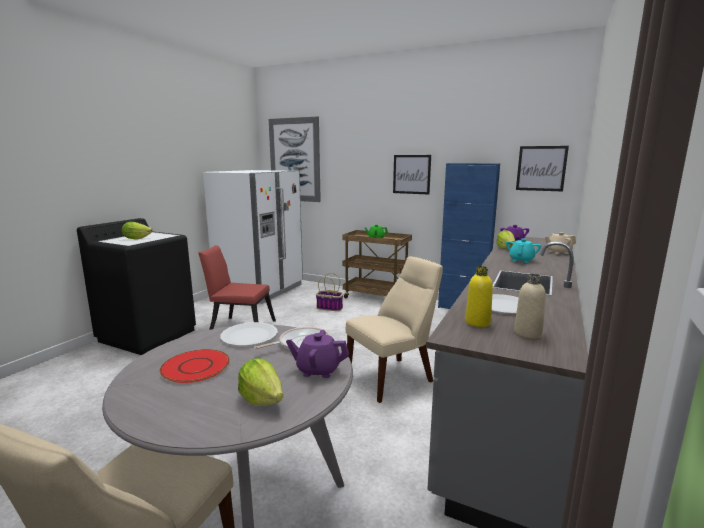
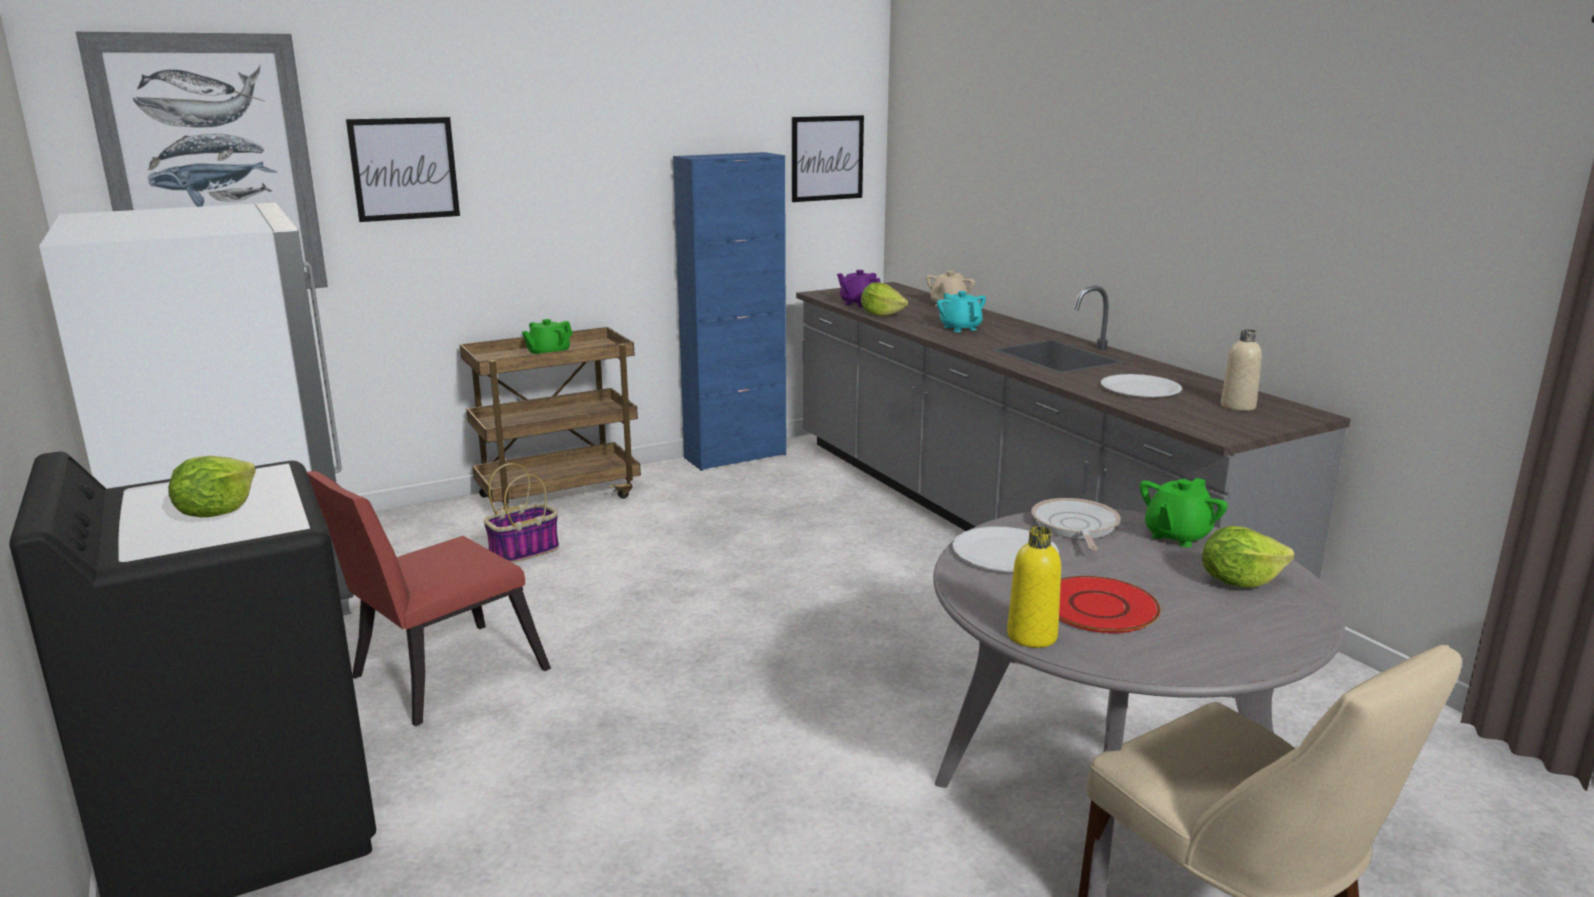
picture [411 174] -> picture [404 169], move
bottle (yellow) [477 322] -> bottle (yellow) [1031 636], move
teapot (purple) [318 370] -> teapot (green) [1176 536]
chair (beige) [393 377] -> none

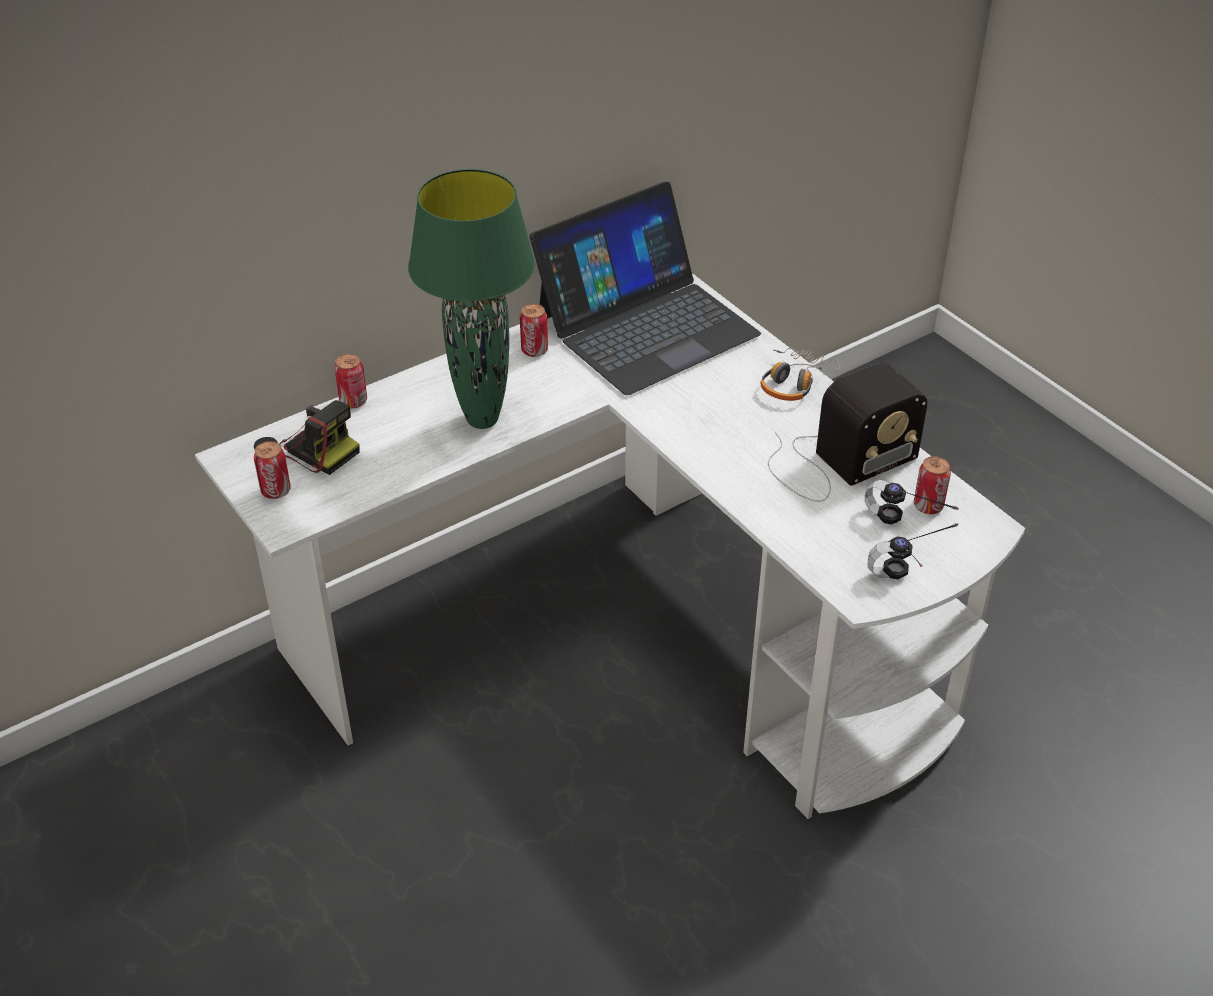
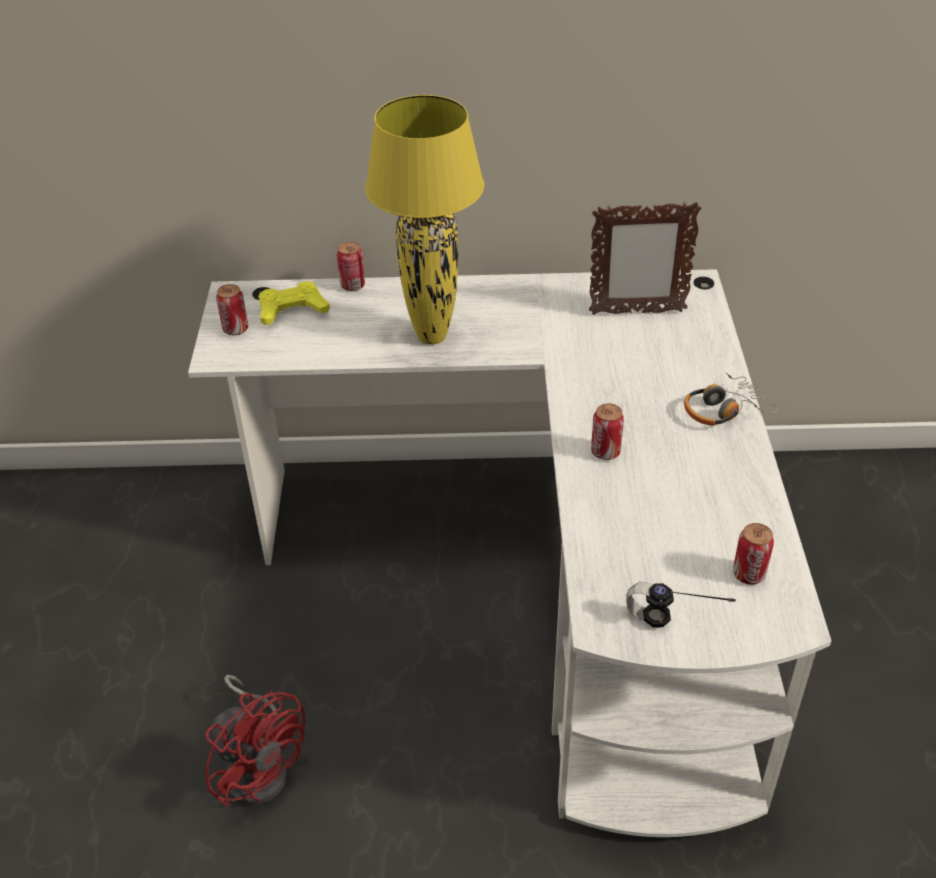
none -> fan (red) [259 765]
photo camera [316 448] -> game controller (yellow) [292 309]
table lamp (green) [483 419] -> table lamp (yellow) [433 336]
laptop [646 326] -> picture frame [636 312]
can [534 350] -> can [605 452], move
radio [836 462] -> none
headphones [899 530] -> none

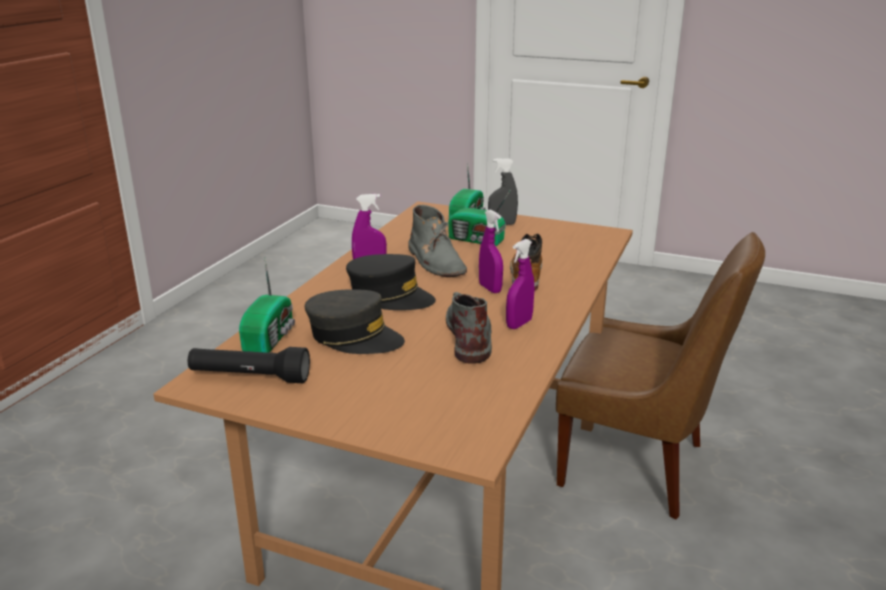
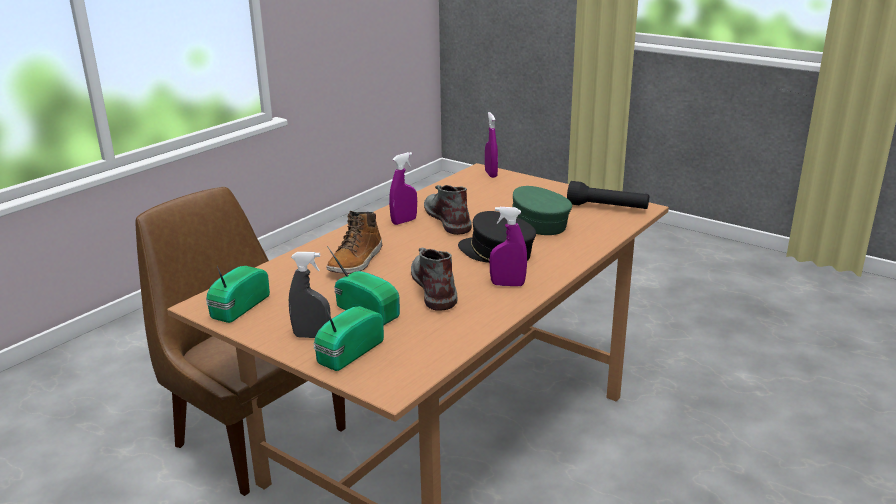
radio [271 337] -> radio [238 308], move
boot (grey) [468 335] -> boot (grey) [447 218], 150 degrees clockwise
spray bottle (purple) [490 288] -> spray bottle (purple) [491 174], move
cap (grey) [354 337] -> cap (green) [534 224]

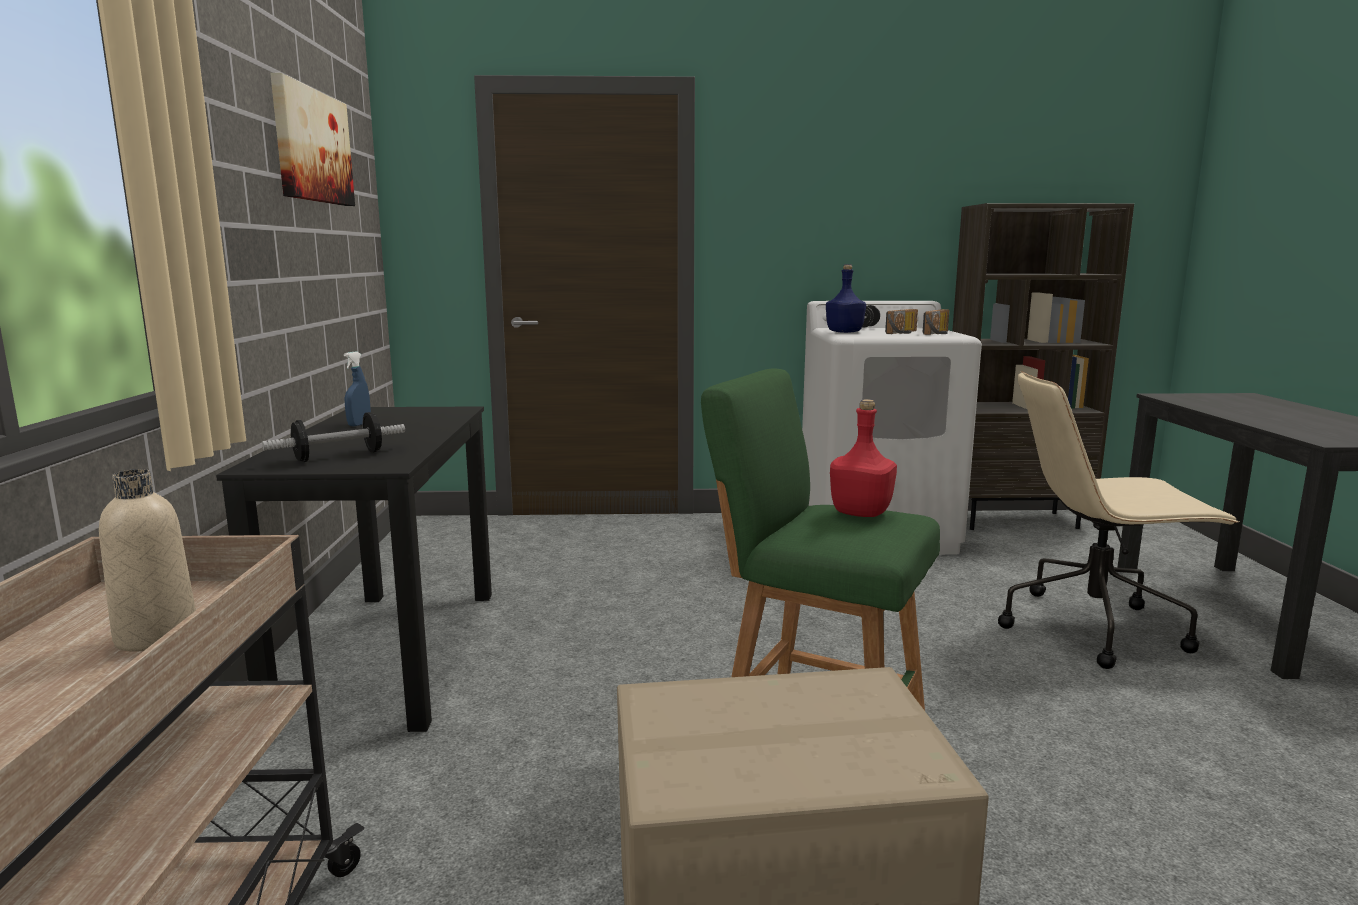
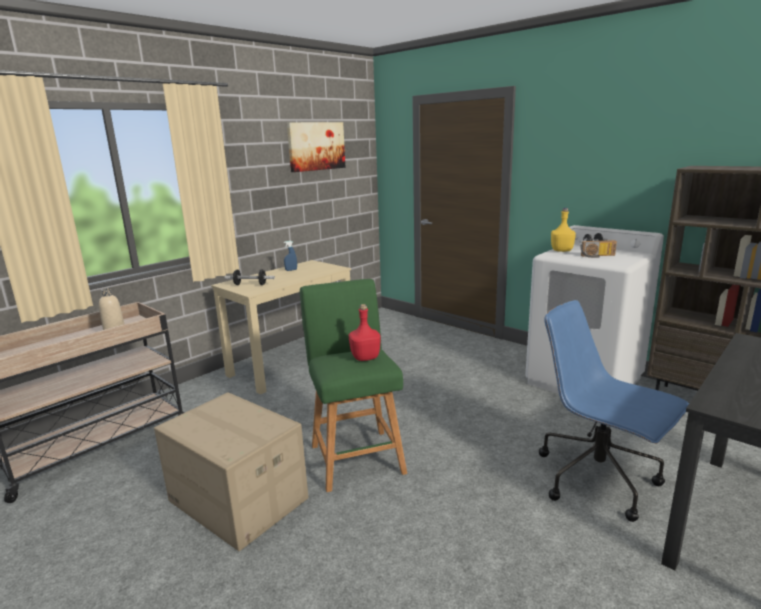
desk (black) [393 652] -> desk (beige) [293 363]
office chair (beige) [1094 628] -> office chair (blue) [599 480]
bottle (blue) [845 332] -> bottle (yellow) [561 250]
radio [939 333] -> none

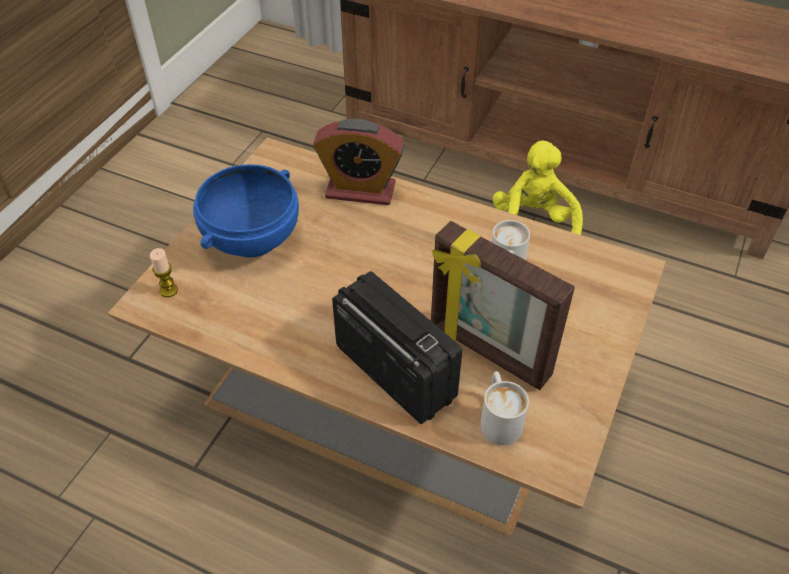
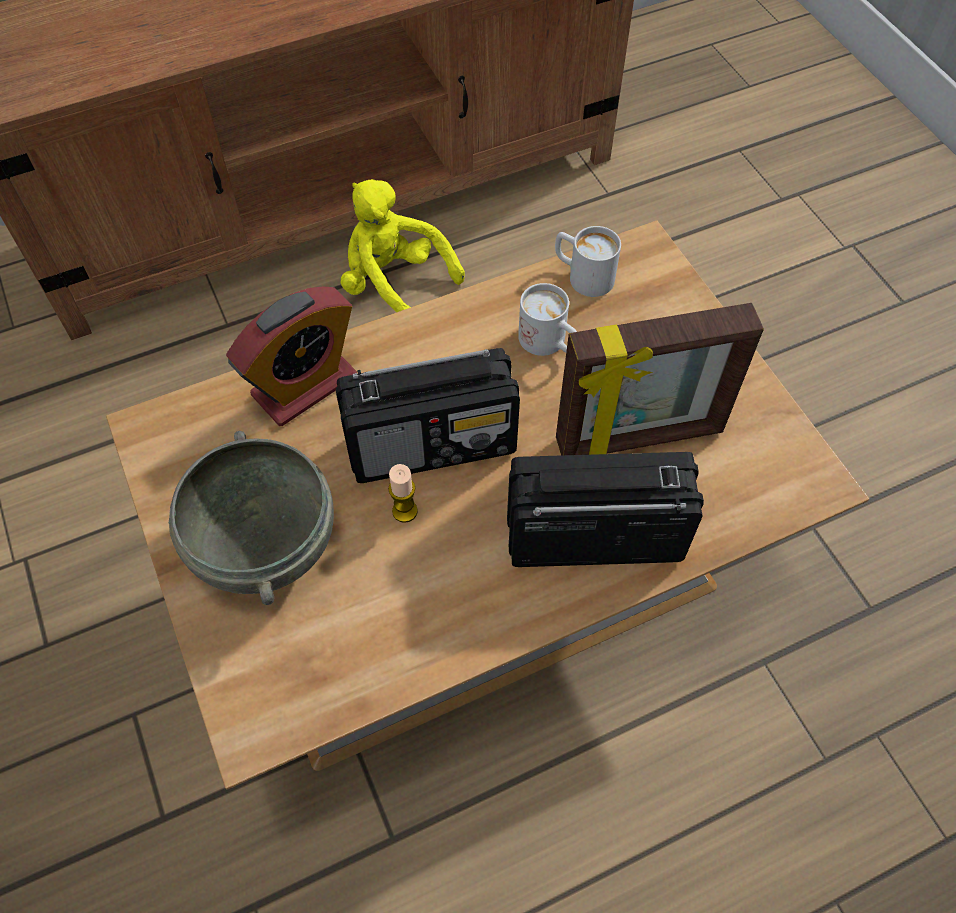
bowl (blue) [251 237] -> bowl (grey) [262 543]
none -> radio [433 445]
candle [169 290] -> candle [405 511], move
mug (white) [499 418] -> mug (white) [582 275], move

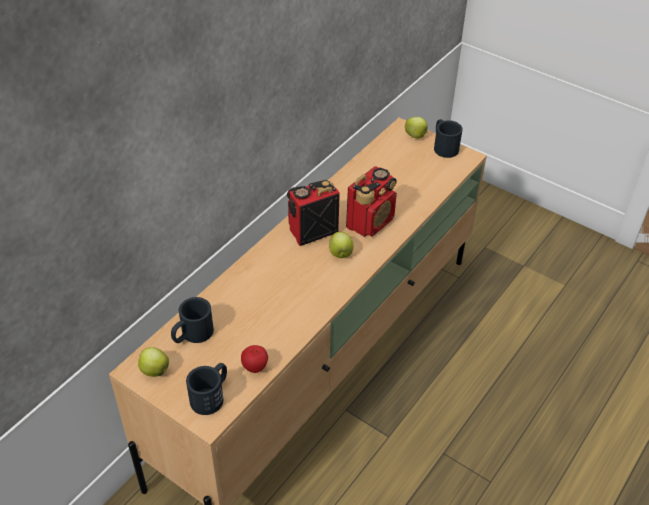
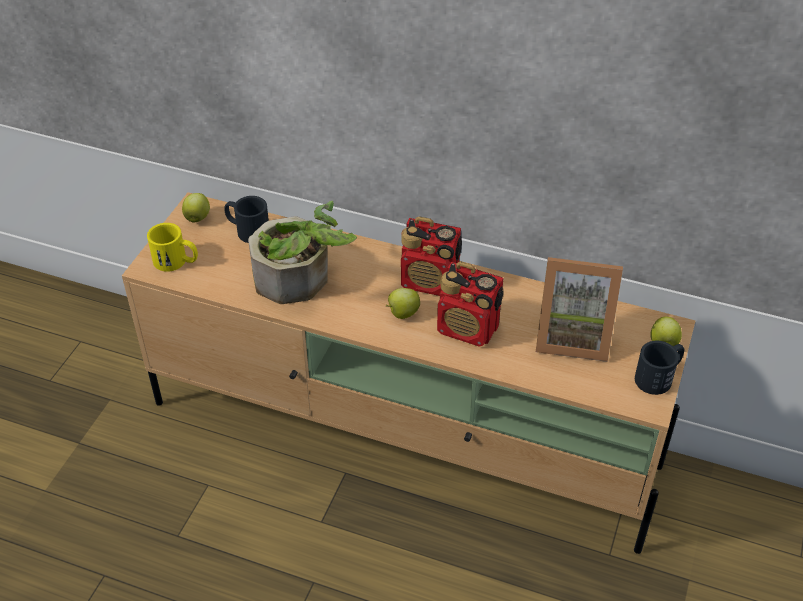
mug (black) [211 395] -> mug (yellow) [176 261]
none -> potted plant [300 281]
radio [312 231] -> radio [430 282], 150 degrees clockwise
none -> picture frame [572 336]
apple [255 367] -> none

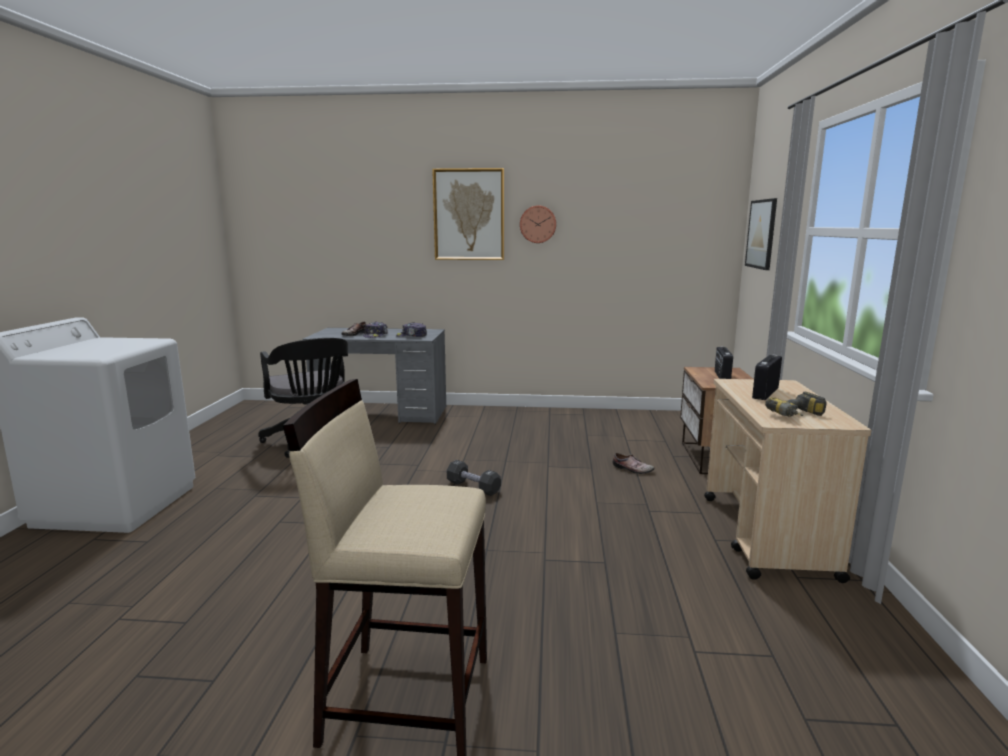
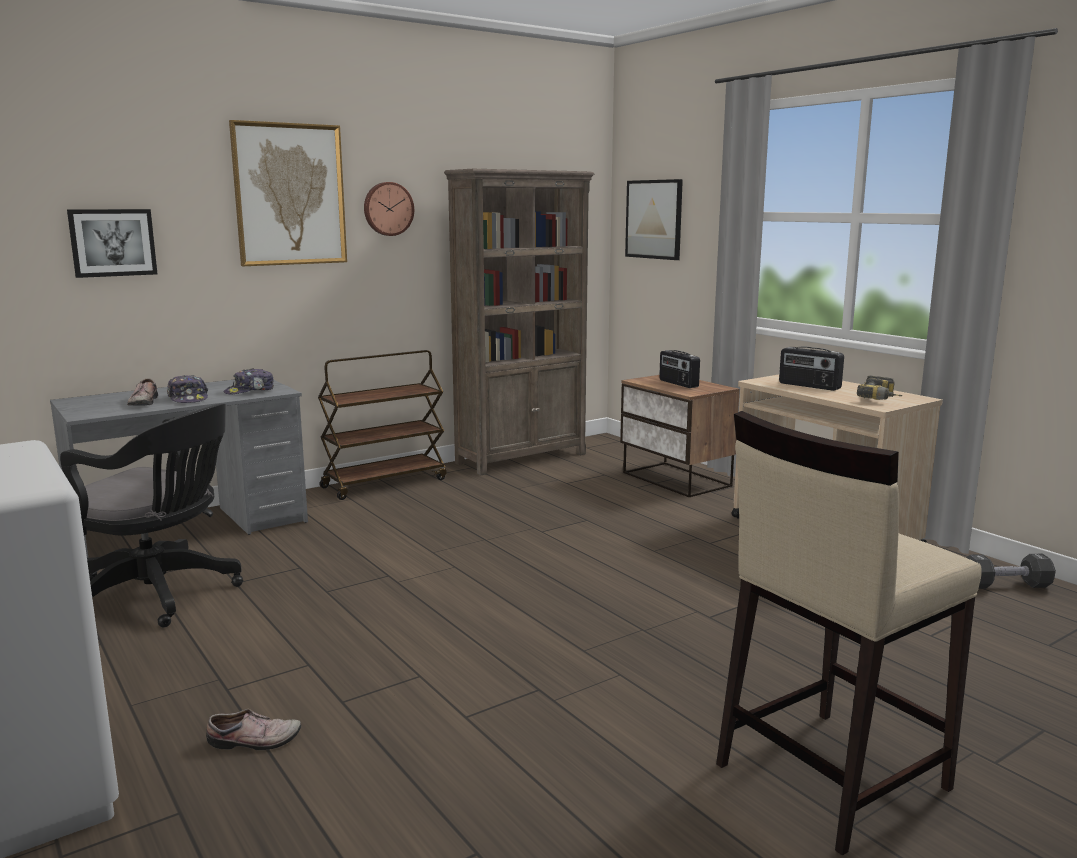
none -> picture [113 242]
shoe [632 469] -> shoe [254 741], move
none -> cart (brown) [385 483]
none -> bookcase (brown) [522 458]
radio [764 393] -> radio [809 386], 45 degrees counterclockwise
dumbbell (black) [473 487] -> dumbbell (black) [1005 585], move

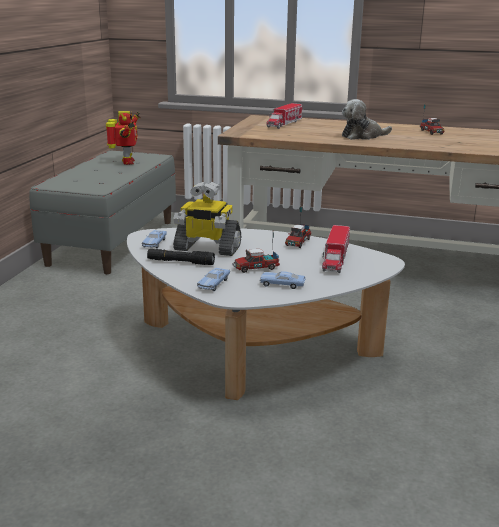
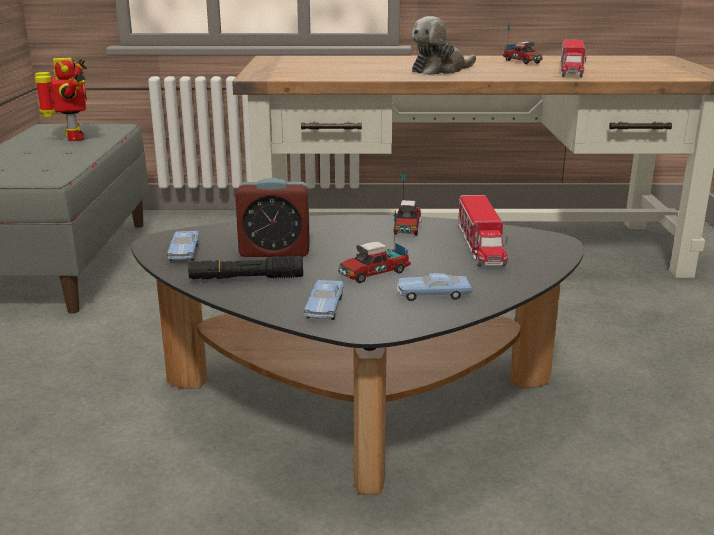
coffee table (white) [252 350] -> coffee table (black) [359 403]
toy robot [206 248] -> alarm clock [274 251]
toy truck [284 124] -> toy truck [571 71], move

